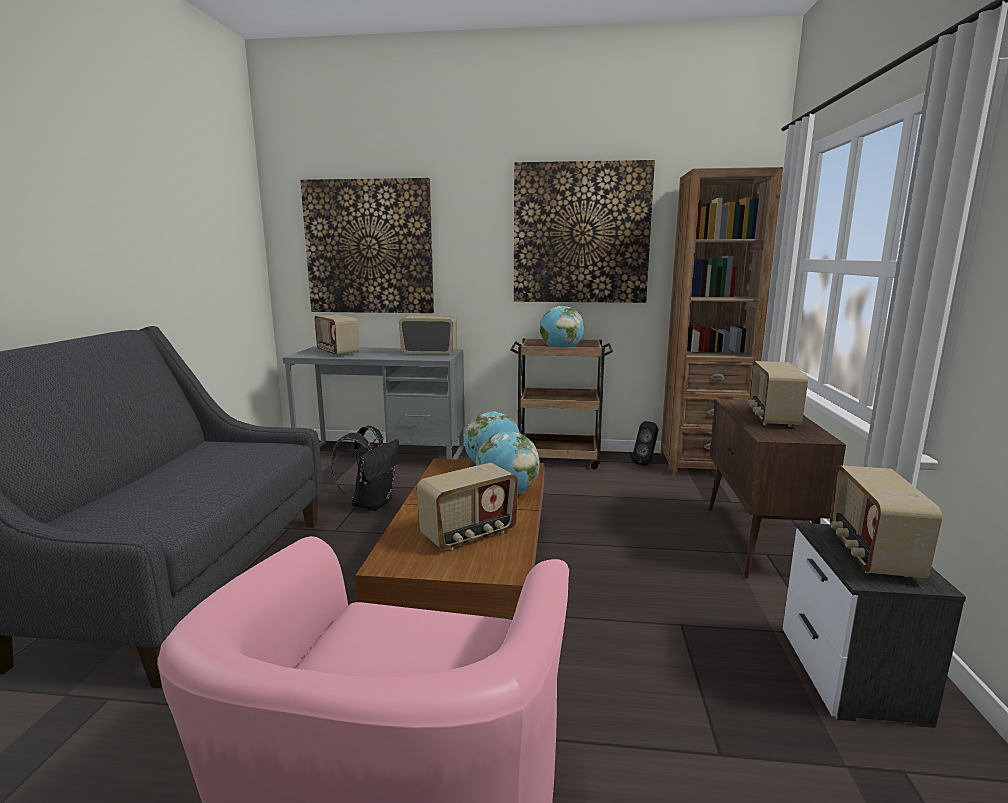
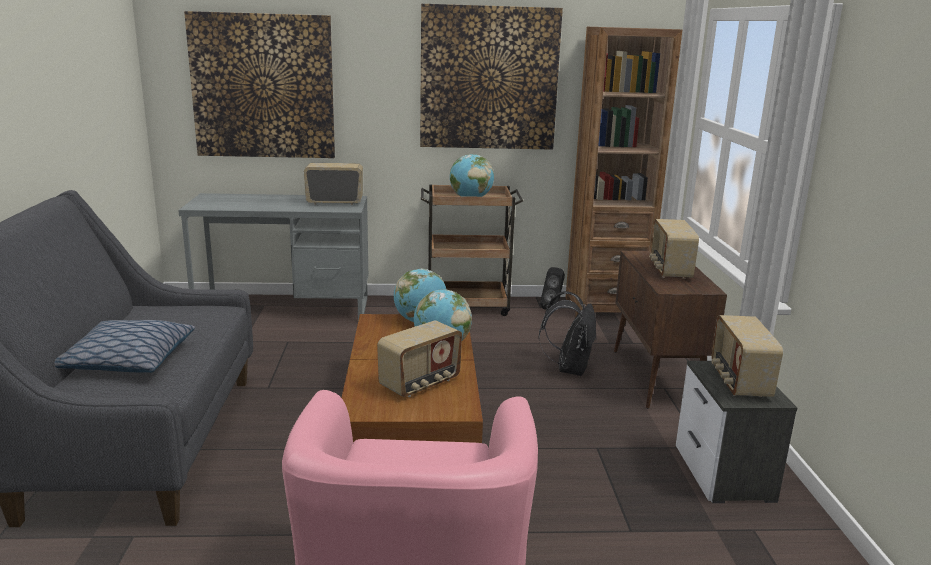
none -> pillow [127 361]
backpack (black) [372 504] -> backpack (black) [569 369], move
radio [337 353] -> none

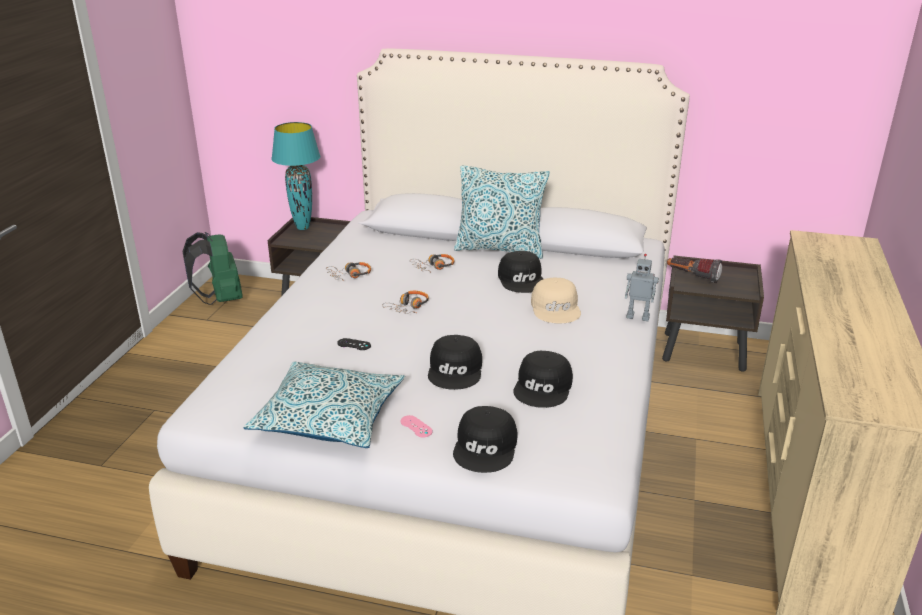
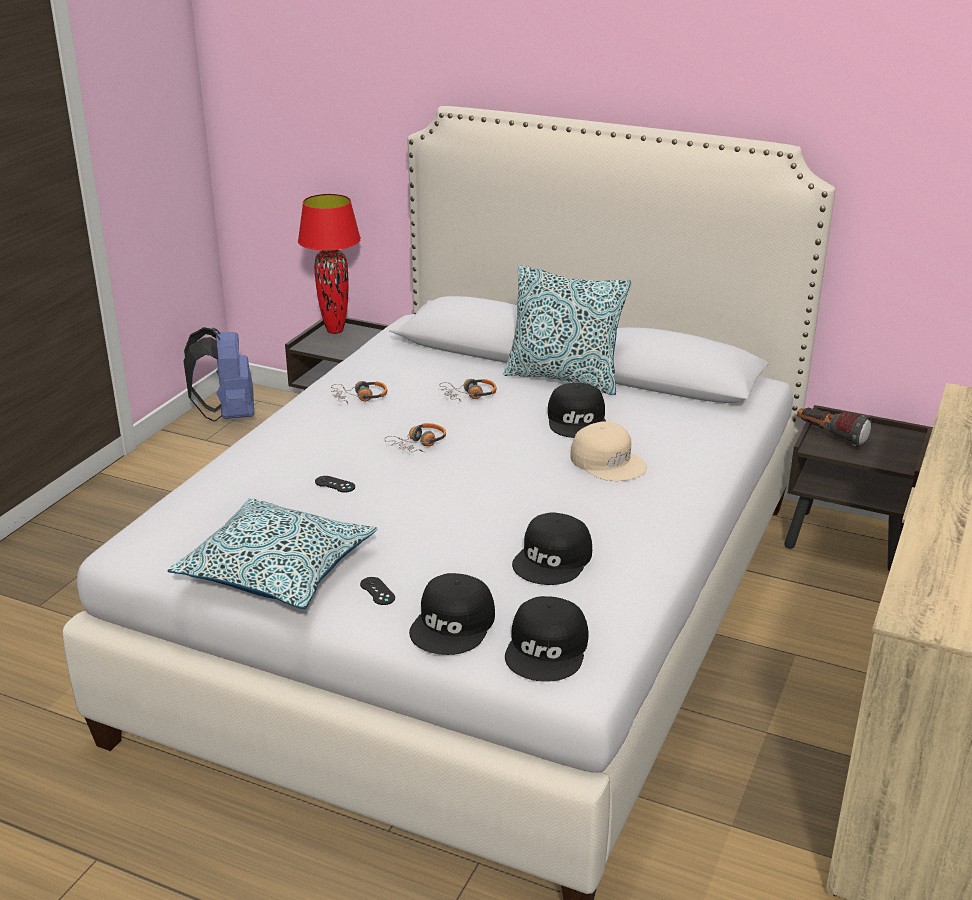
backpack (green) [220 299] -> backpack (blue) [228 415]
table lamp (turquoise) [302 227] -> table lamp (red) [334 331]
game controller (pink) [416 426] -> game controller (black) [377 591]
cap (black) [456 370] -> cap (black) [548 649], move
cap (beige) [556 308] -> cap (beige) [608 461], 45 degrees counterclockwise
toy robot [638 316] -> none

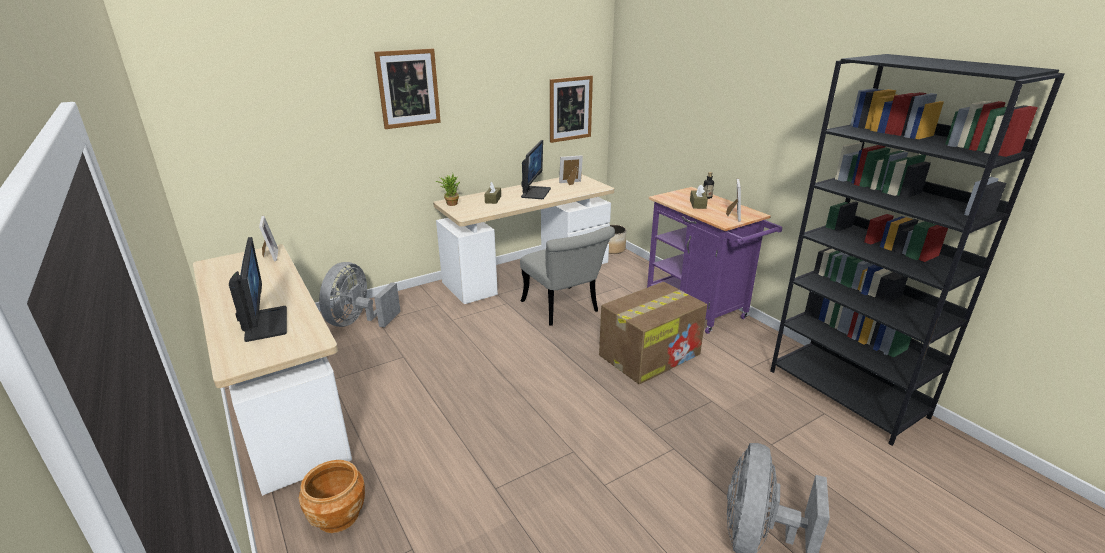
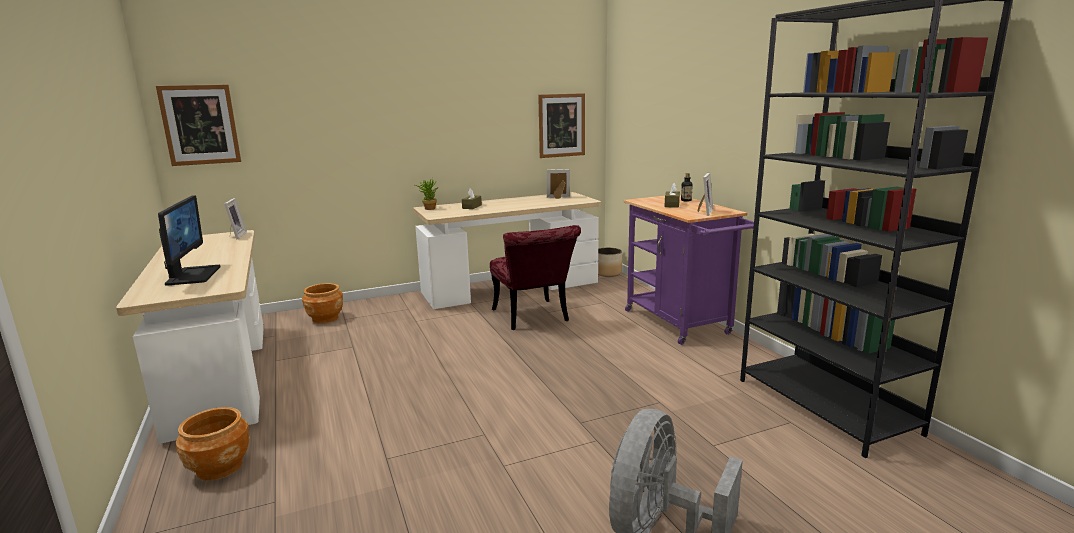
picture [408 88] -> picture [200 125], move
fan (grey) [358 322] -> planter (brown) [325 318]
chair (grey) [564 309] -> chair (red) [533 318]
monitor [535 192] -> none
cardboard box [650 354] -> none

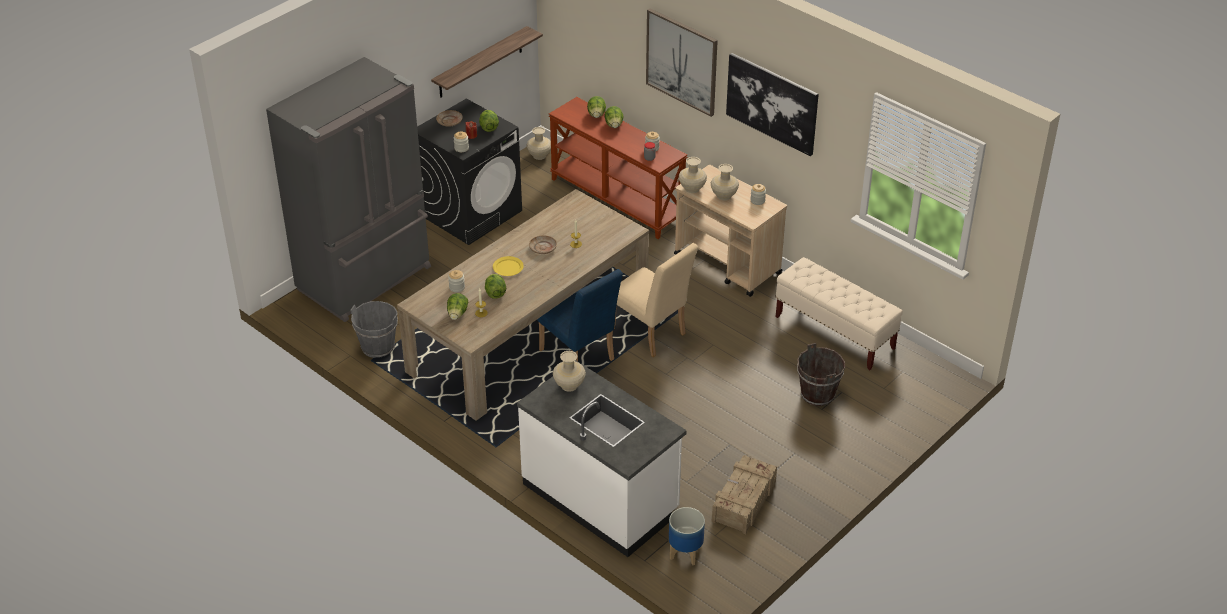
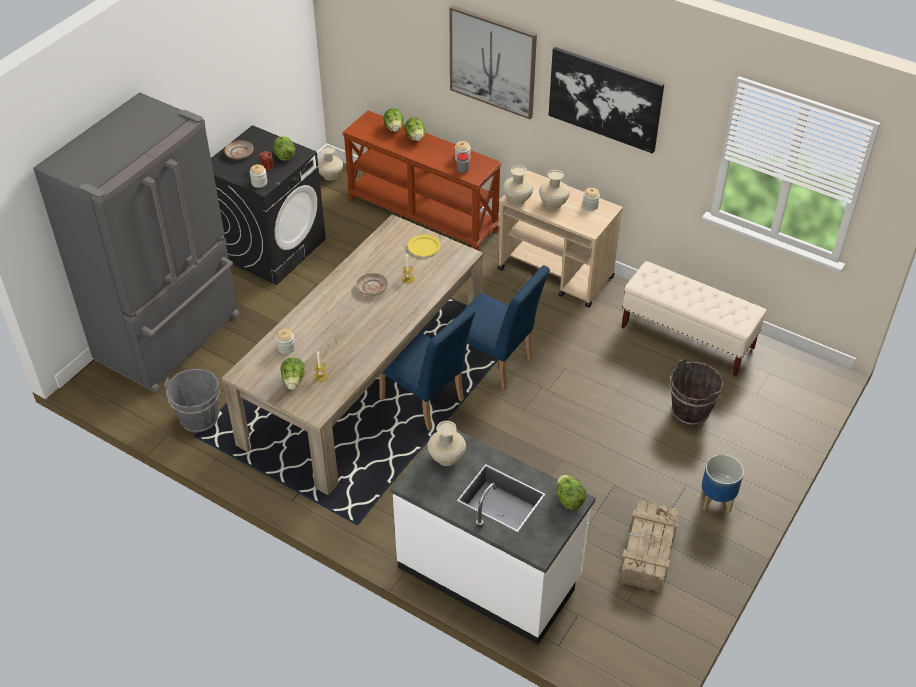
plate (yellow) [507 267] -> plate (yellow) [424 247], move
chair (beige) [651 335] -> chair (blue) [497 365]
lettuce [495 293] -> lettuce [569 500], move
planter [685 553] -> planter [716 501], move
shelf [480 63] -> none

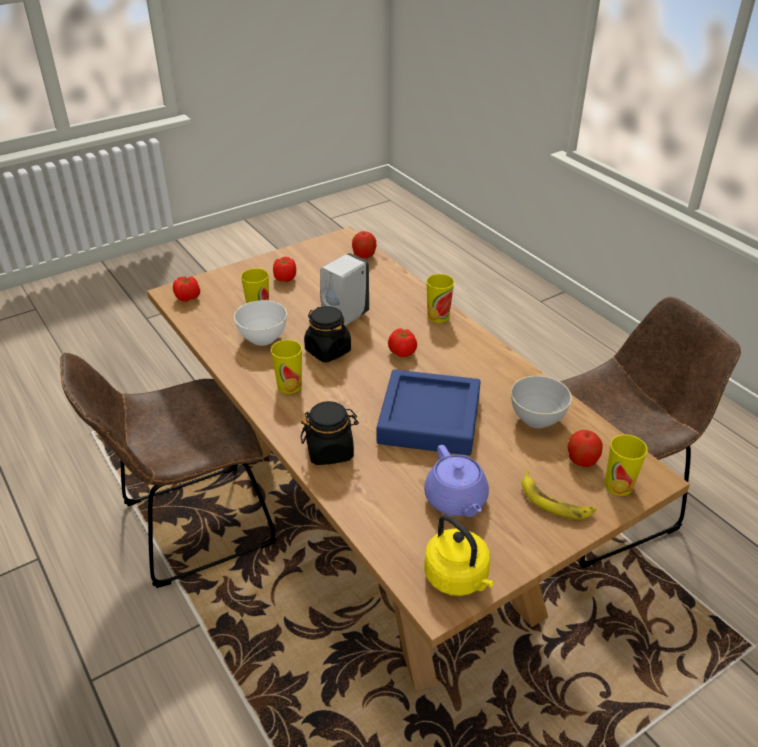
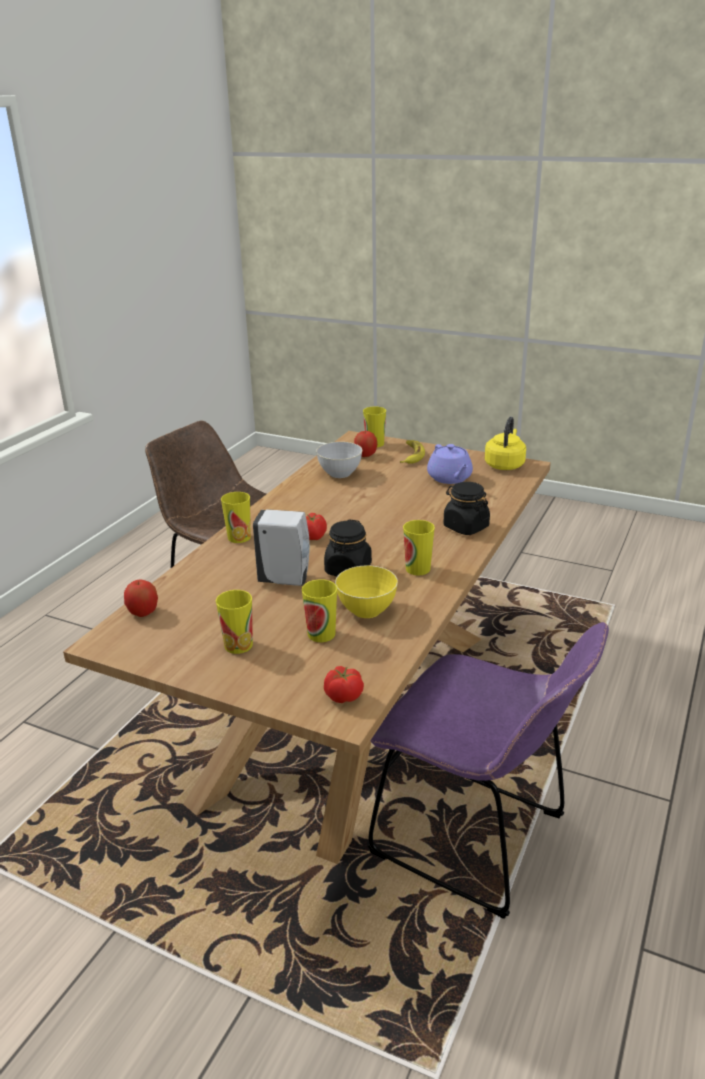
tomato [285 278] -> cup [238 645]
bowl (white) [263 338] -> bowl (yellow) [367 610]
chair (brown) [190 527] -> chair (purple) [477 839]
teapot (purple) [456 500] -> teapot (purple) [450 478], 120 degrees clockwise
tray (blue) [429 419] -> none

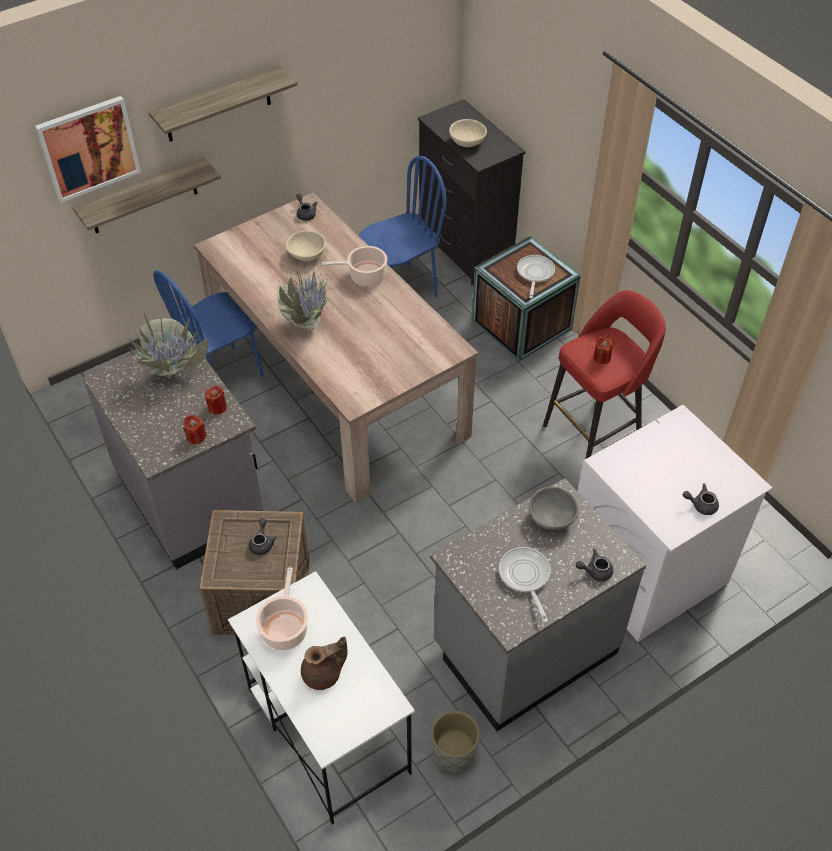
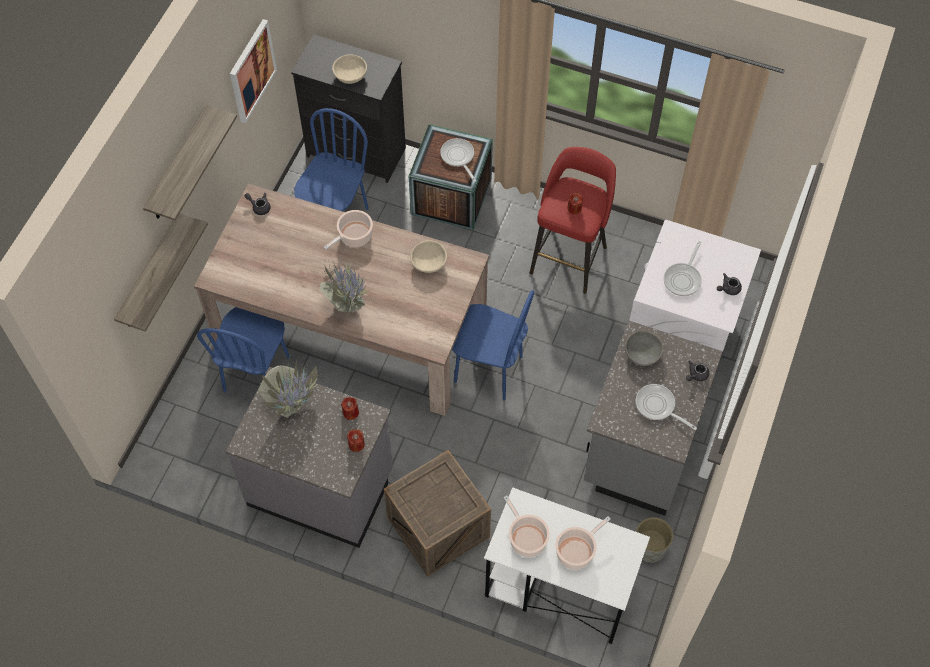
picture [88 148] -> picture [251 71], move
bowl (beige) [306 255] -> bowl (beige) [428 263], move
none -> chair (blue) [488 370]
teapot (brown) [323 674] -> cooking pot [576 551]
none -> frying pan [683 278]
teapot (grey) [262 543] -> none

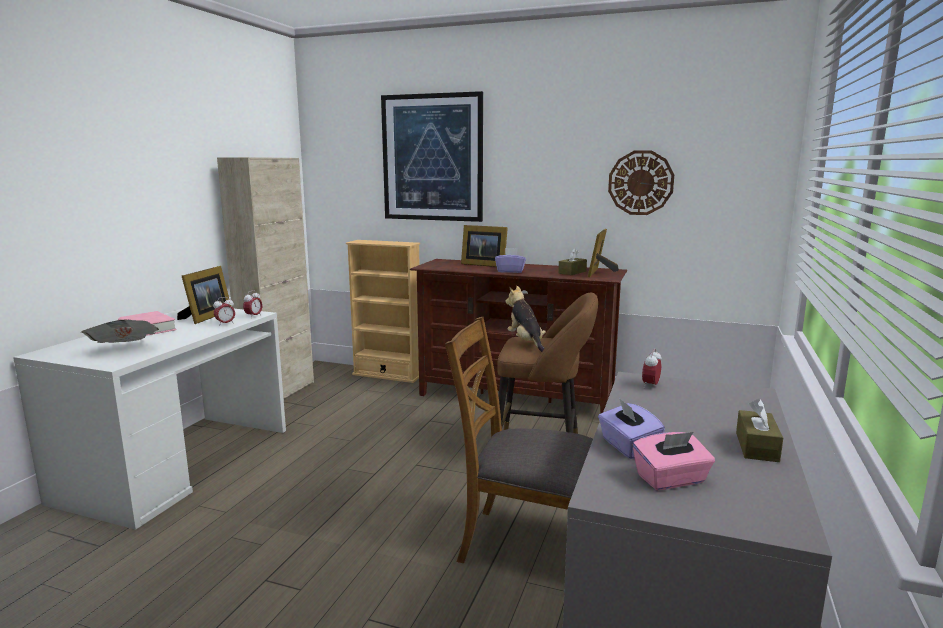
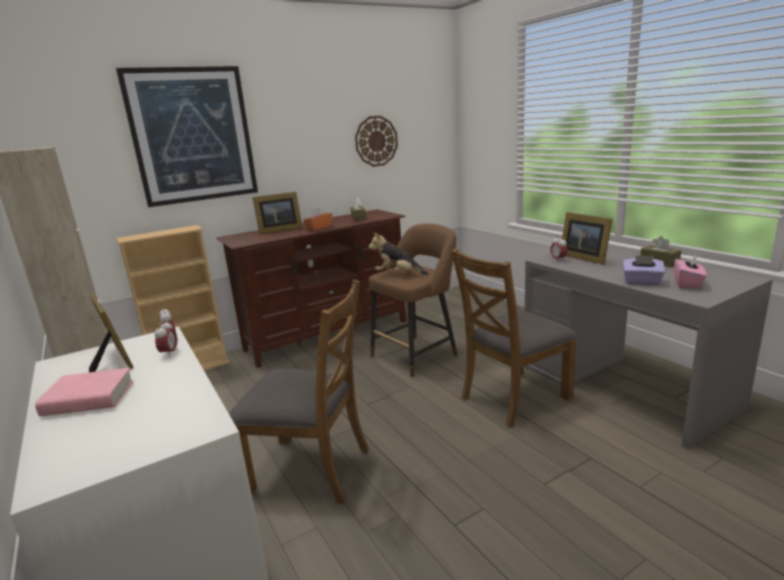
none -> chair (brown) [311 468]
tissue box (purple) [510 271] -> tissue box (orange) [319 228]
picture frame [599 273] -> picture frame [584 257], move
newspaper [125 350] -> none

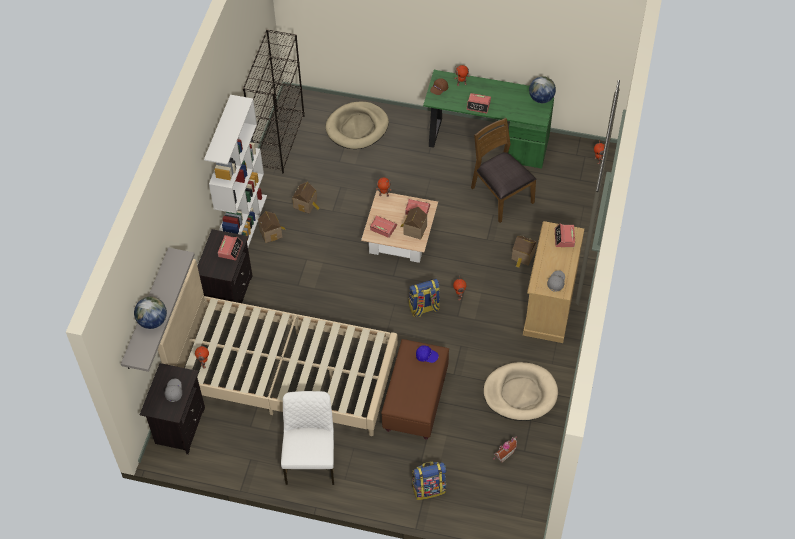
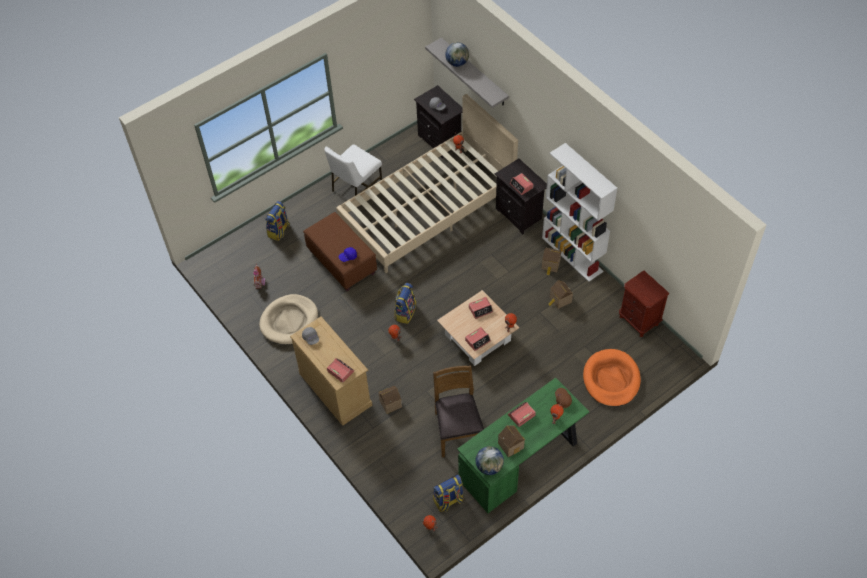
chair (white) [311 460] -> chair (white) [356 187], 90 degrees clockwise
chair (brown) [501 195] -> chair (brown) [457 430], 105 degrees counterclockwise
none -> backpack [448 501]
toy house [414 230] -> toy house [511 445], move
dog bed (beige) [357 127] -> dog bed (orange) [611 379]
bookcase (black) [279 141] -> nightstand (brown) [639 320]

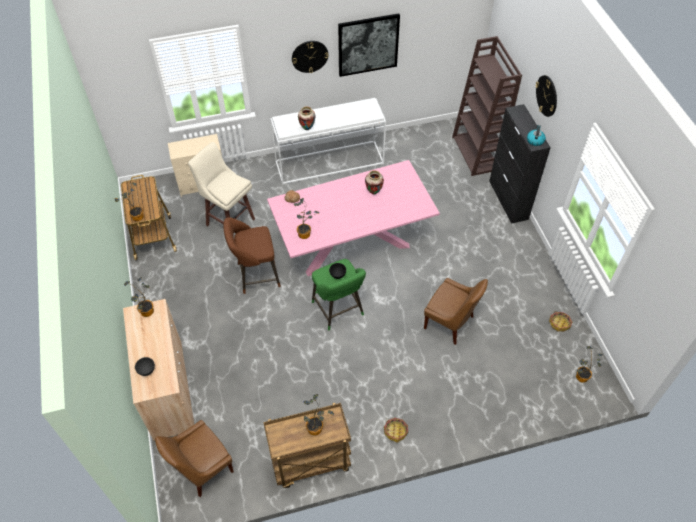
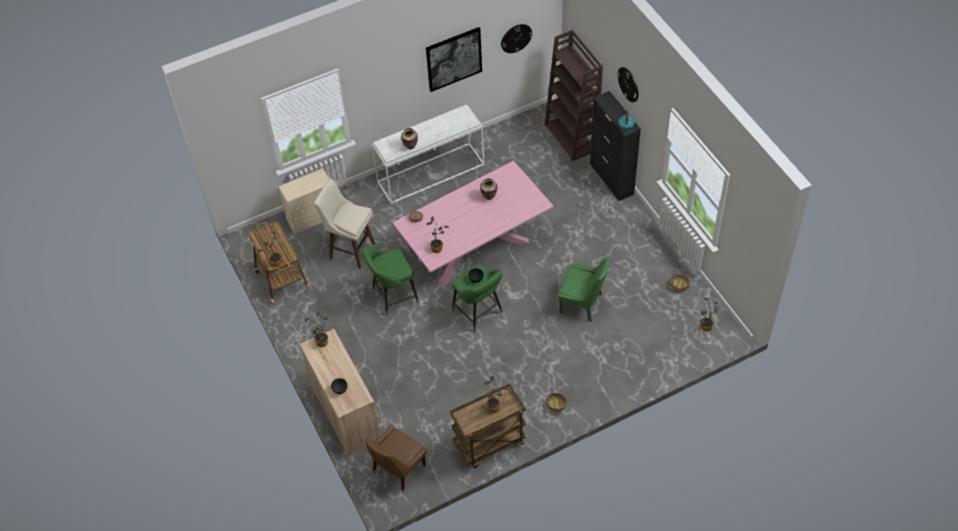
stool (brown) [255 276] -> stool (green) [392 296]
wall clock [309 56] -> wall clock [516 38], move
chair (brown) [450 323] -> chair (green) [582 304]

